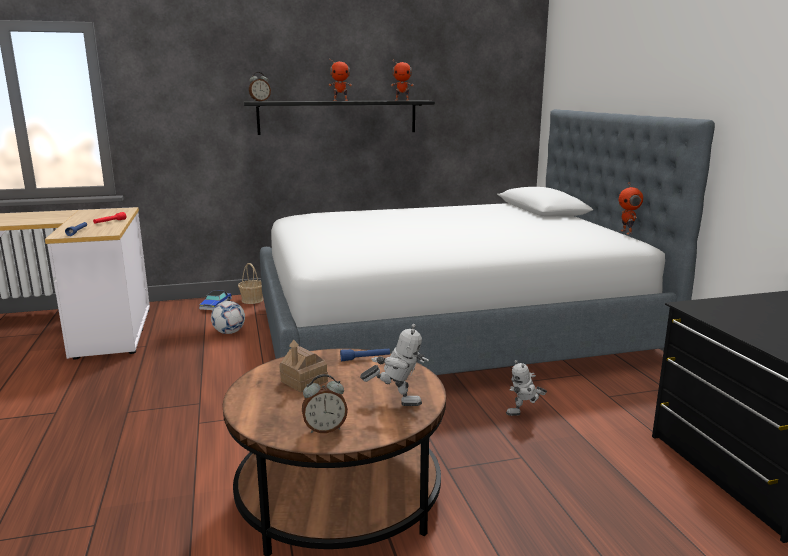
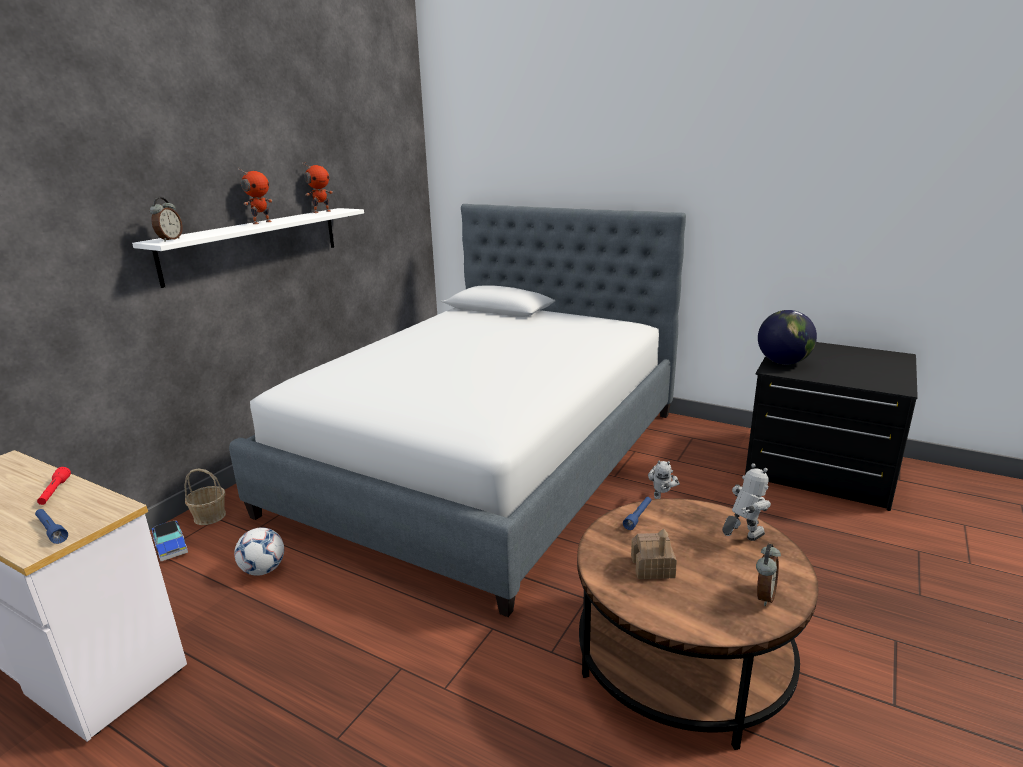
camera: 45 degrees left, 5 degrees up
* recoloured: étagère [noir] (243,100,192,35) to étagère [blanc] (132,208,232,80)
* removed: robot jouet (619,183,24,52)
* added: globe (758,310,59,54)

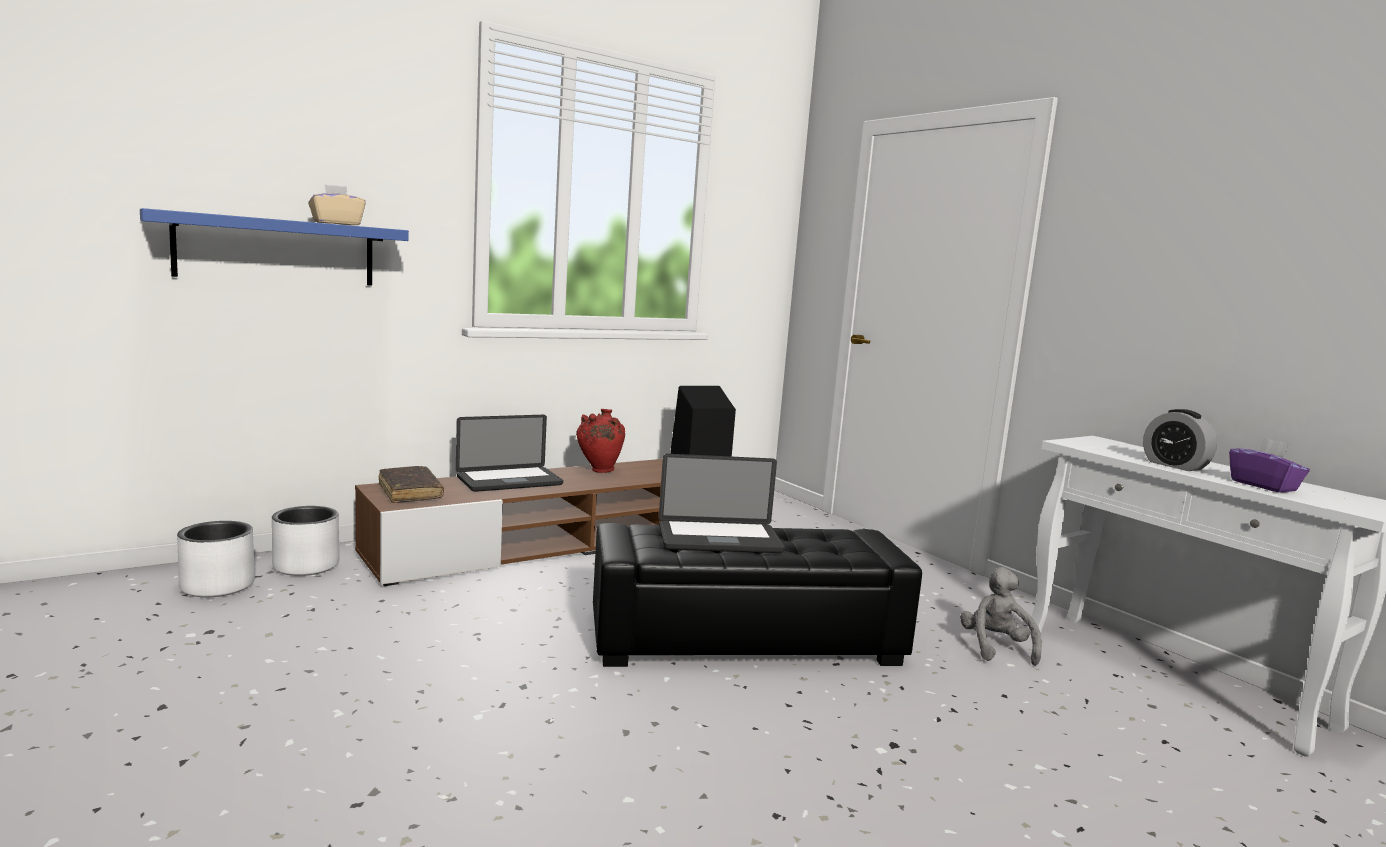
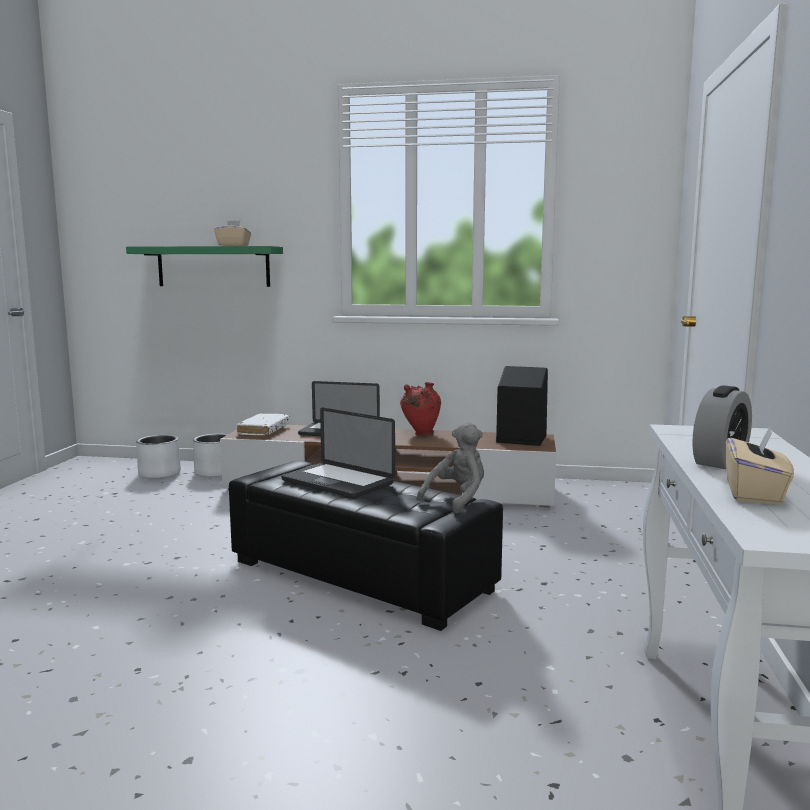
camera: 45 degrees right, 0 degrees up
* recoloured: étagère [bleu] (140,208,269,77) to étagère [vert] (126,246,157,41)
* turned: réveil (1143,409,74,62) = (692,385,60,84) 150 degrees counterclockwise
* recoloured: boîte à mouchoirs [violet] (1229,438,81,54) to boîte à mouchoirs [beige] (726,427,68,78)
* recoloured: livre [marron] (379,466,65,37) to livre [blanc] (237,413,53,23)
* moved: peluche [gris] (960,567,82,99) to (417,422,67,92)

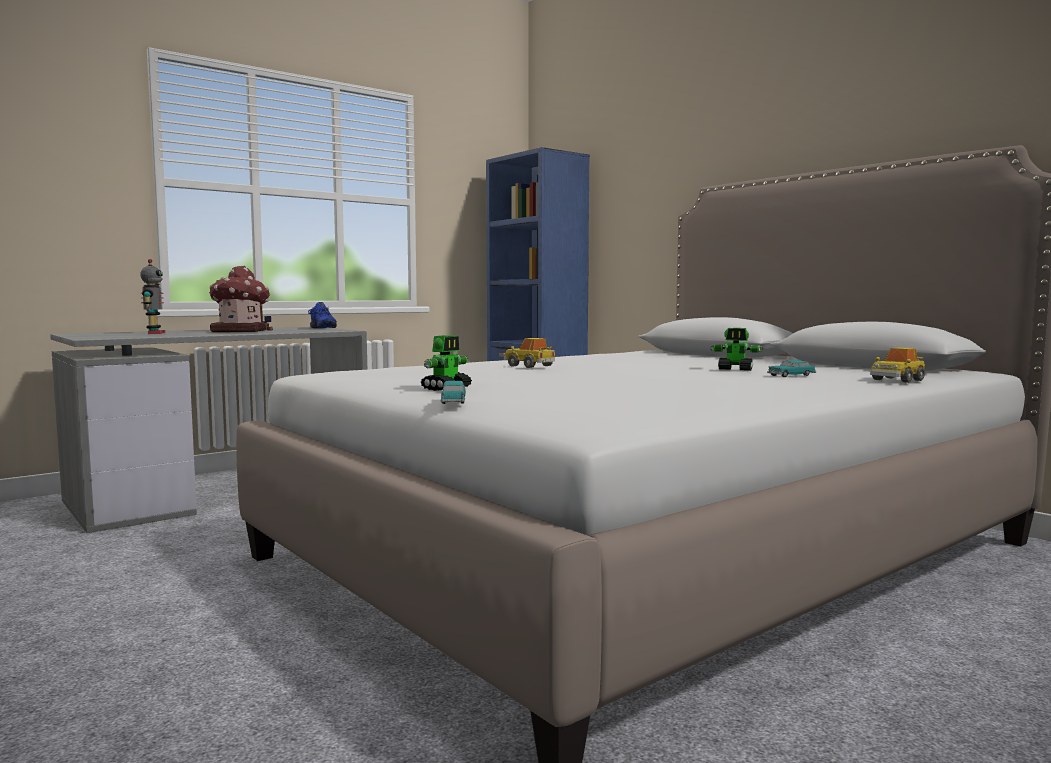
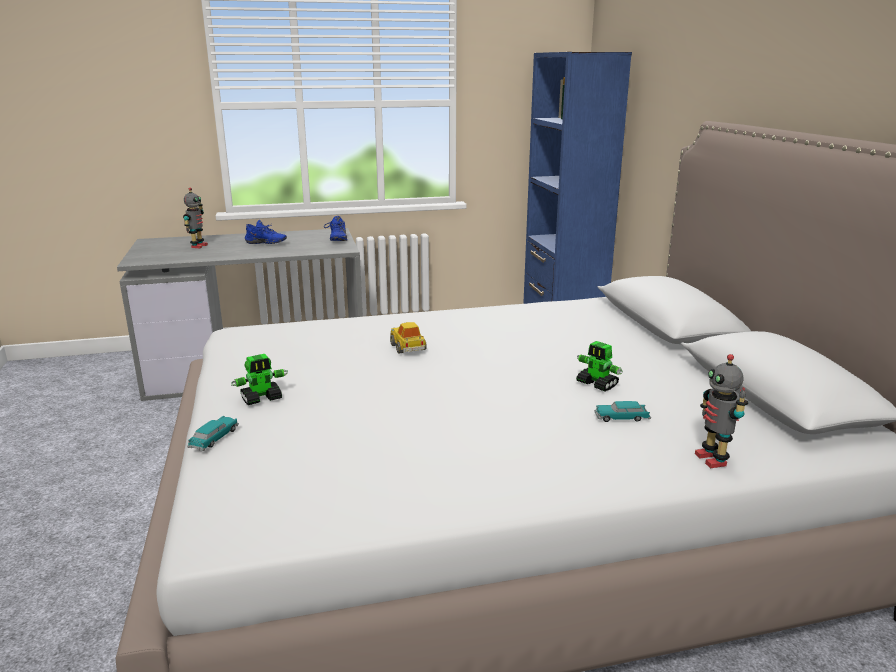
camera: 25 degrees right, 15 degrees up
* replaced: maison miniature (209,265,64,67) to chaussure [bleu] (245,220,42,24)
* replaced: petite voiture (870,347,55,36) to robot jouet (695,354,53,114)

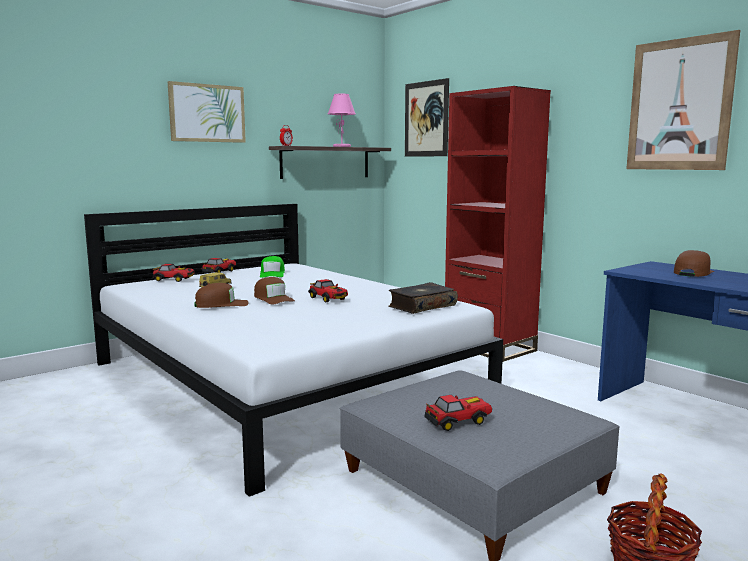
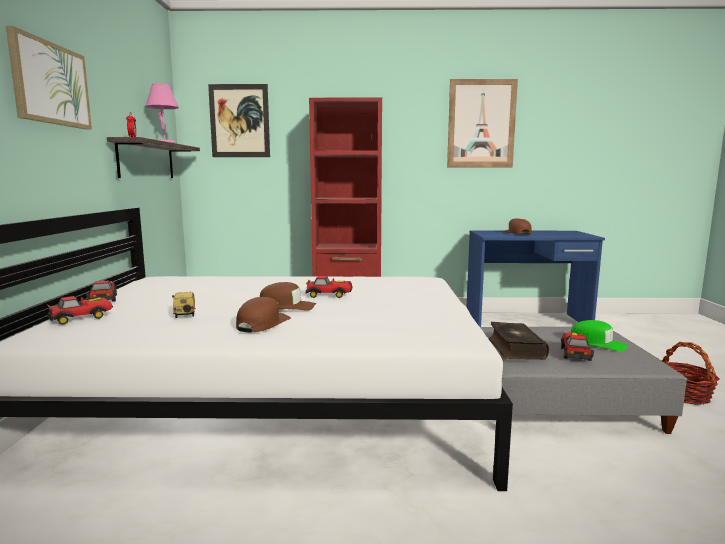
camera: 50 degrees left, 0 degrees up
* moved: casquette [vert] (260,256,25,22) to (571,320,57,32)
* moved: livre (389,282,69,32) to (489,322,60,38)

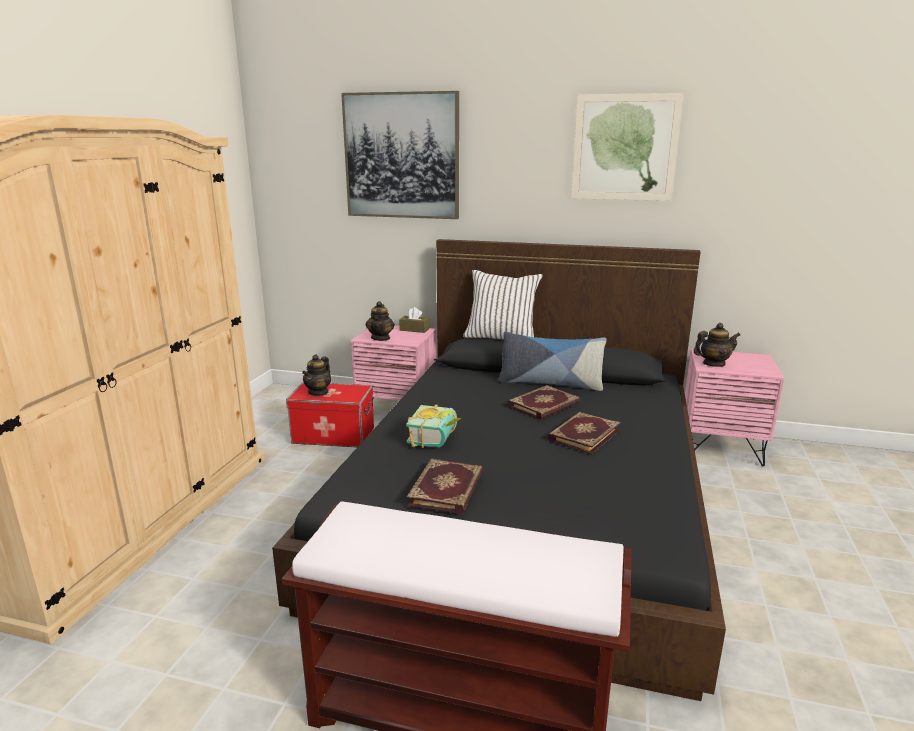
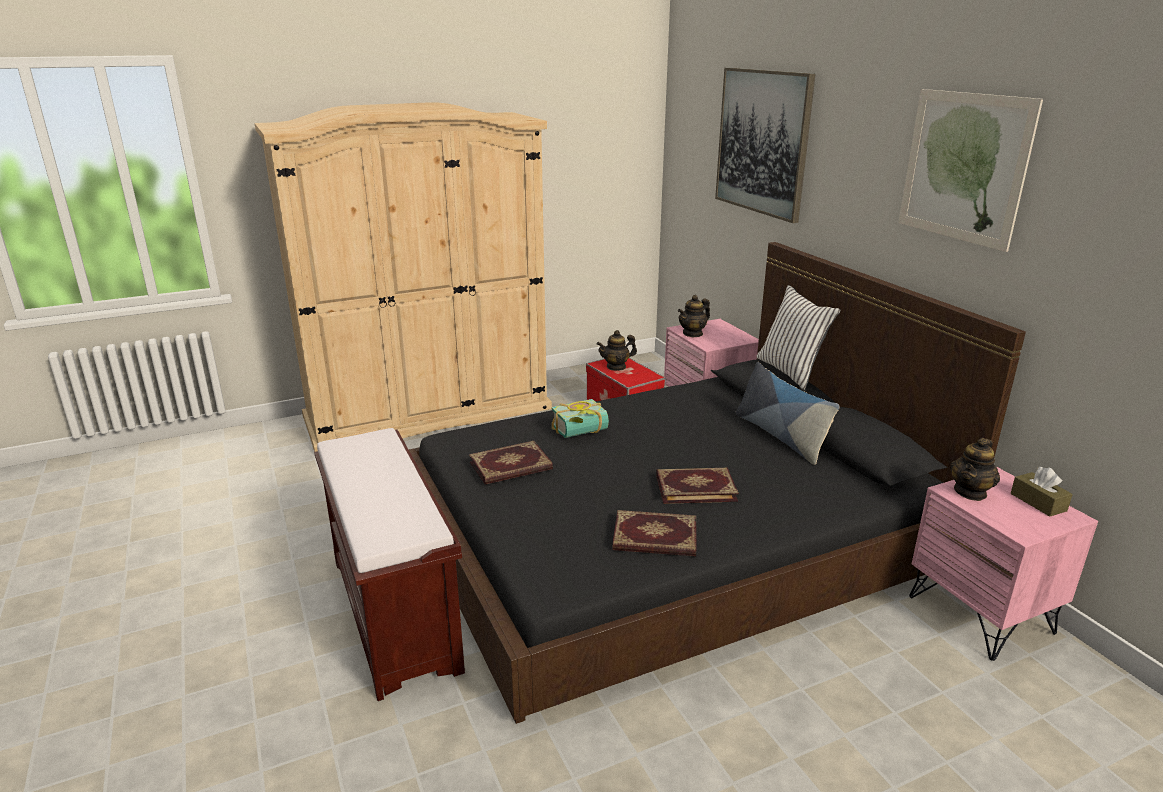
camera: 50 degrees right, 5 degrees up
* moved: boîte à mouchoirs [marron] (399,307,31,26) to (1011,467,62,50)
* turned: théière (694,323,46,44) = (950,438,50,63) 90 degrees clockwise
* moved: livre (508,385,72,35) to (612,510,85,46)

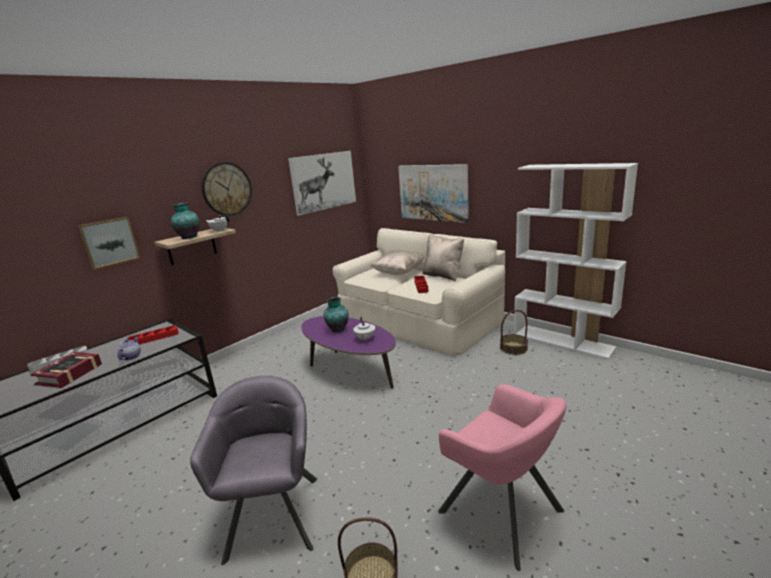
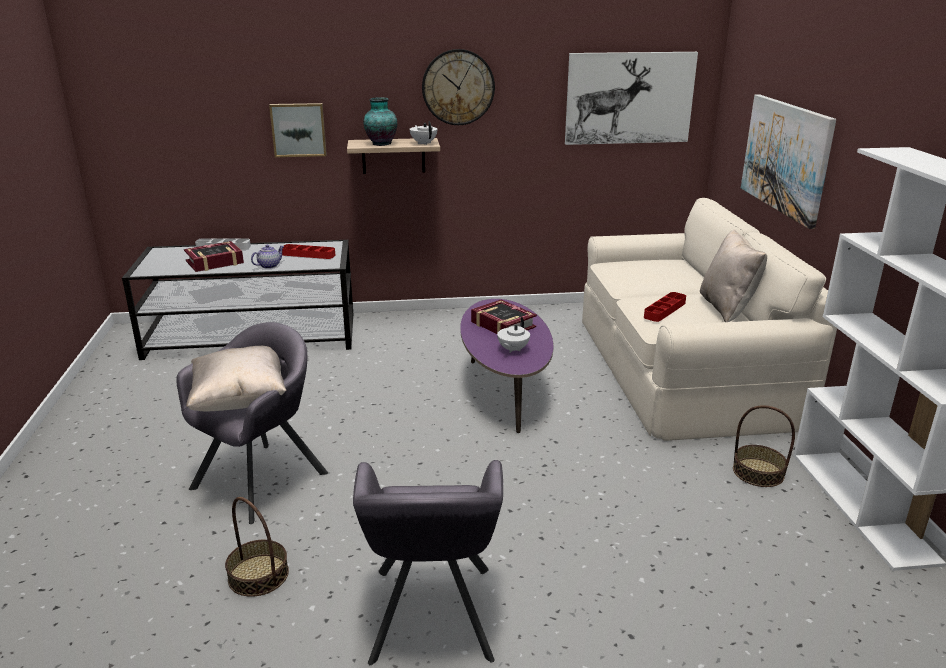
camera: 40 degrees right, 5 degrees up
* moved: coussin [beige] (371,250,54,25) to (186,346,100,65)
* replaced: vase (323,297,26,35) to livre (471,299,66,35)
* recoloured: fauteuil [rose] (438,384,129,187) to fauteuil [gris] (353,460,150,205)

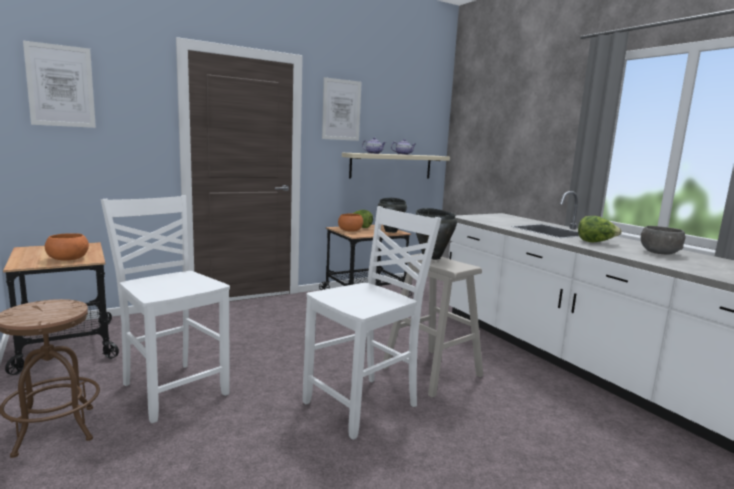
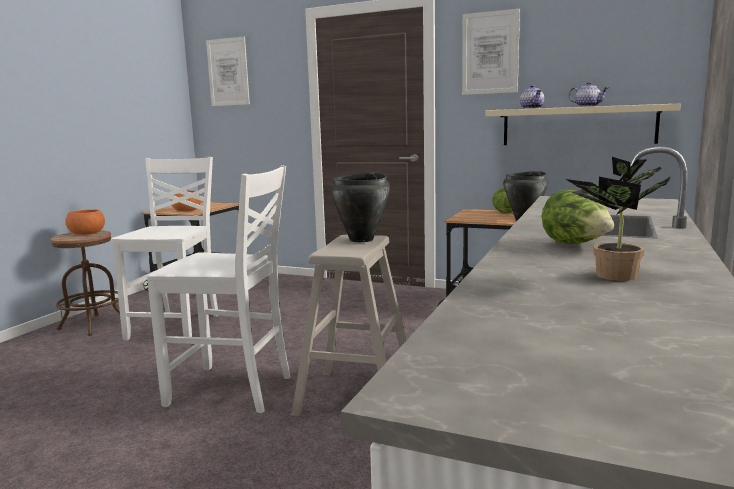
camera: 55 degrees right, 0 degrees up
* moved: bol [orange] (338,214,25,18) to (65,210,40,25)
* replaced: bol [gris] (641,226,45,29) to plante en pot (566,157,105,124)

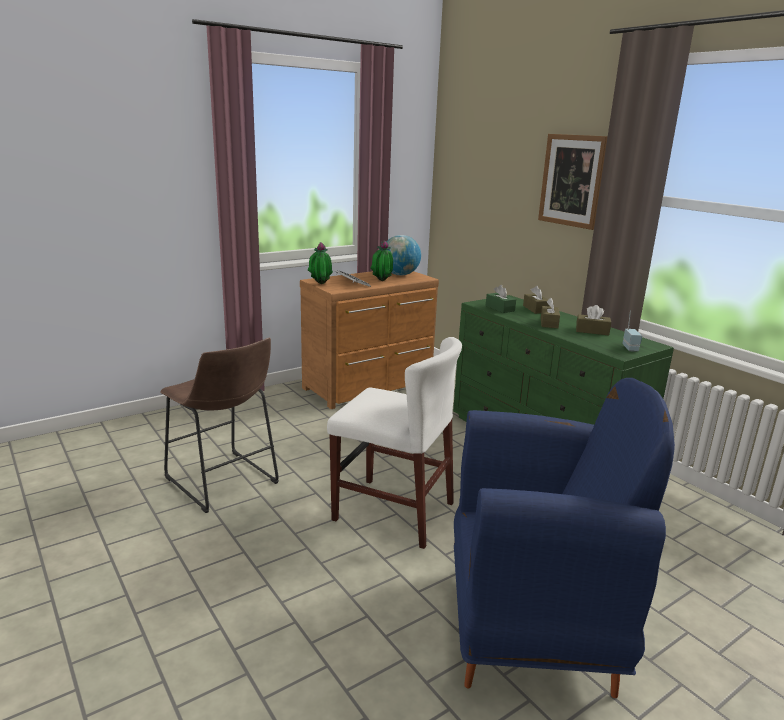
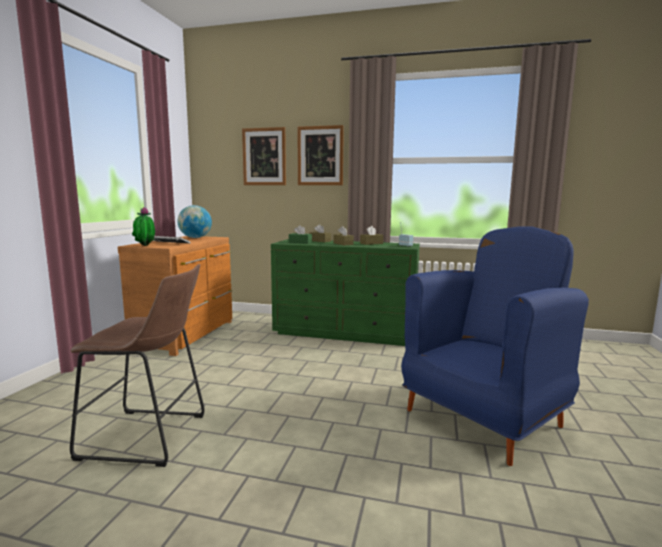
camera: 40 degrees left, 10 degrees down
* removed: plante en pot (370,240,23,41)
* removed: chaise [blanc] (327,337,135,212)
* added: tableau (242,127,44,58)

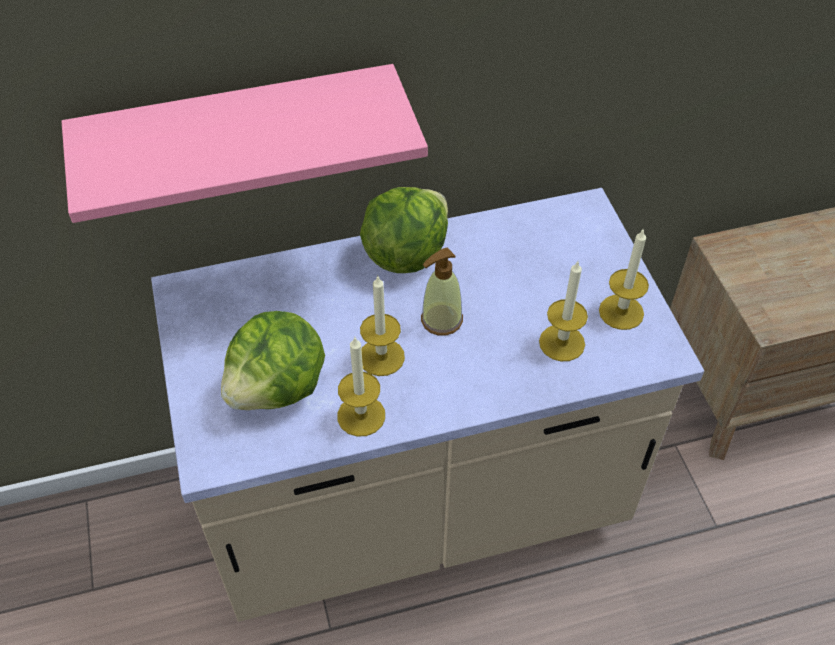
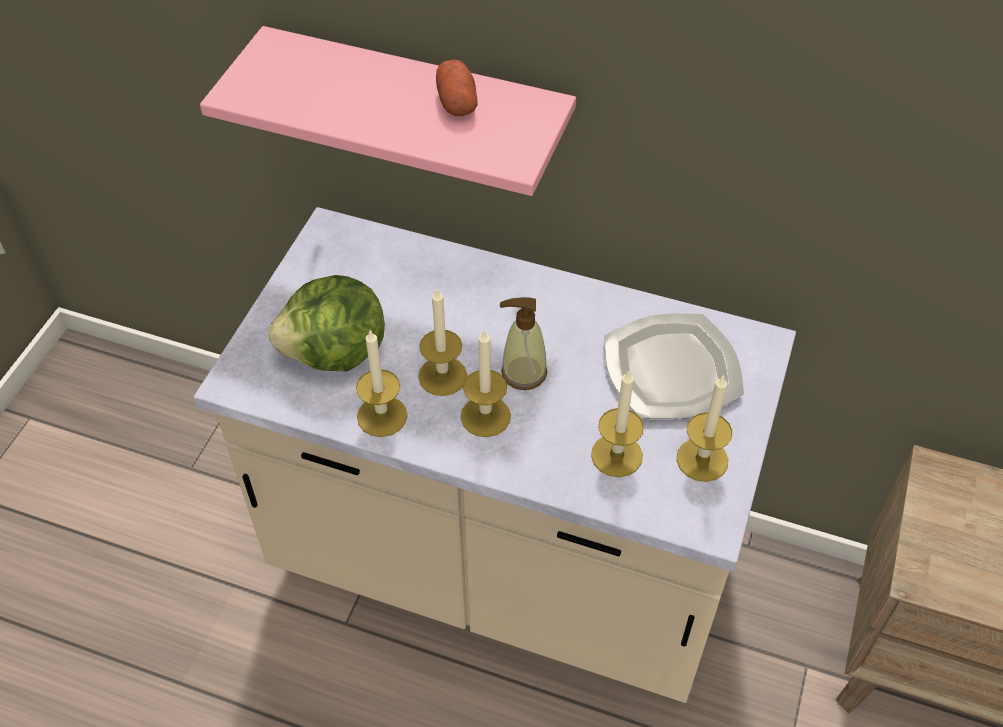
camera: 35 degrees right, 0 degrees up
* removed: laitue (360,187,88,86)
* added: pomme de terre (436,60,41,56)
* added: assiette (605,313,139,106)
* added: bougie (461,330,50,107)

